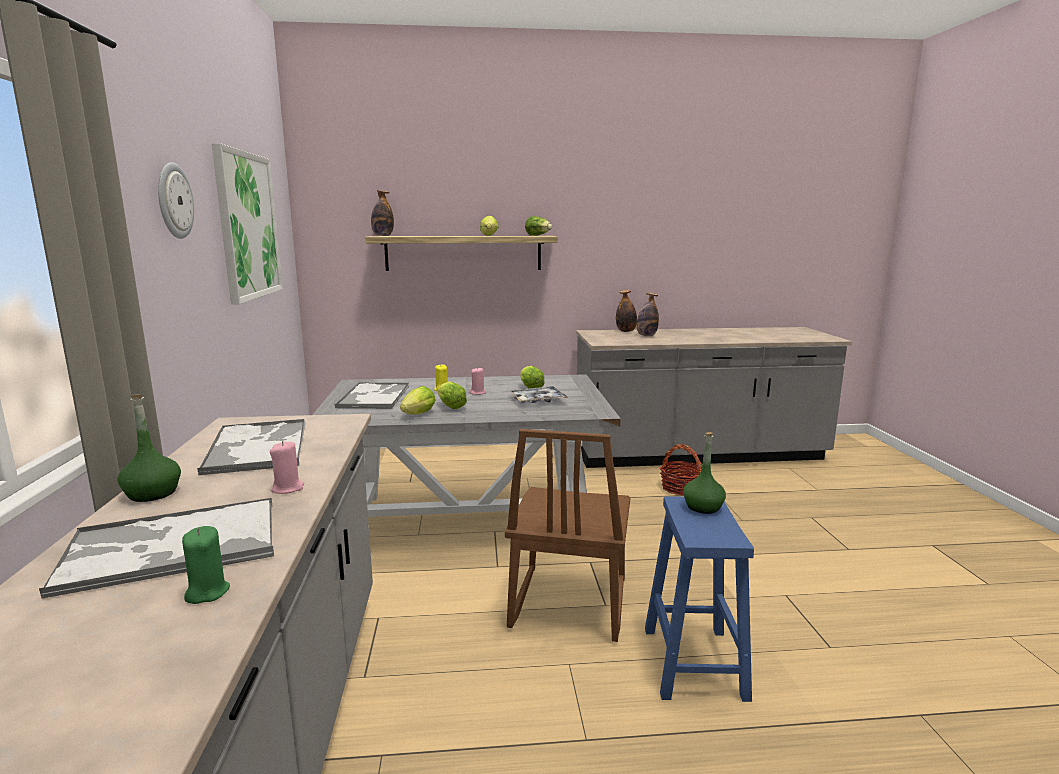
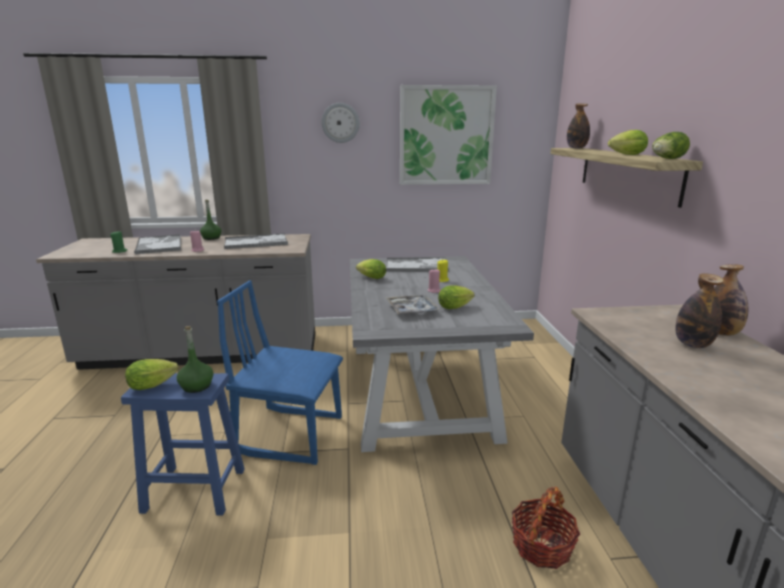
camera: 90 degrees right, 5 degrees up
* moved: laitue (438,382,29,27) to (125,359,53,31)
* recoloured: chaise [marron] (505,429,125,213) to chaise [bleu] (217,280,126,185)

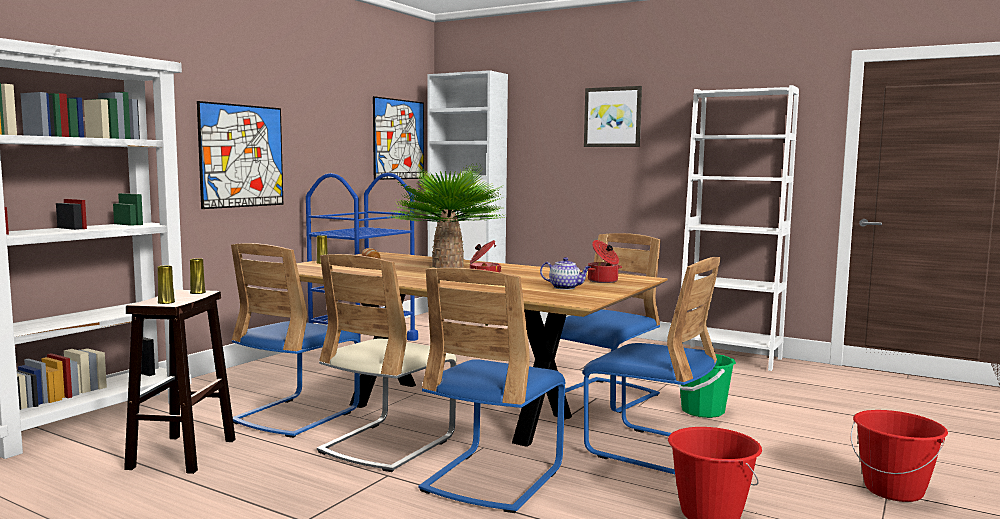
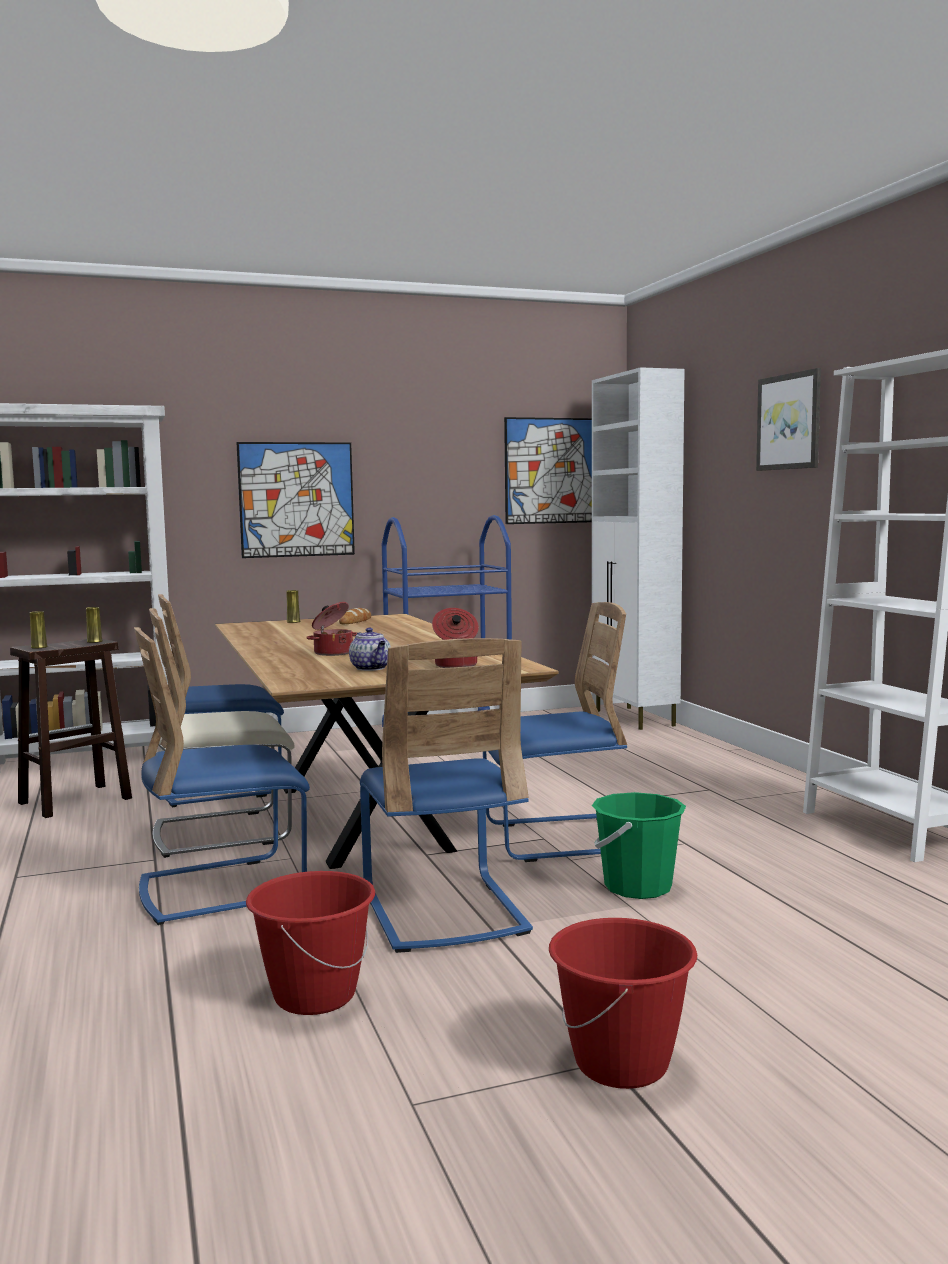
camera: 40 degrees right, 0 degrees up
* removed: plante en pot (386,163,121,105)

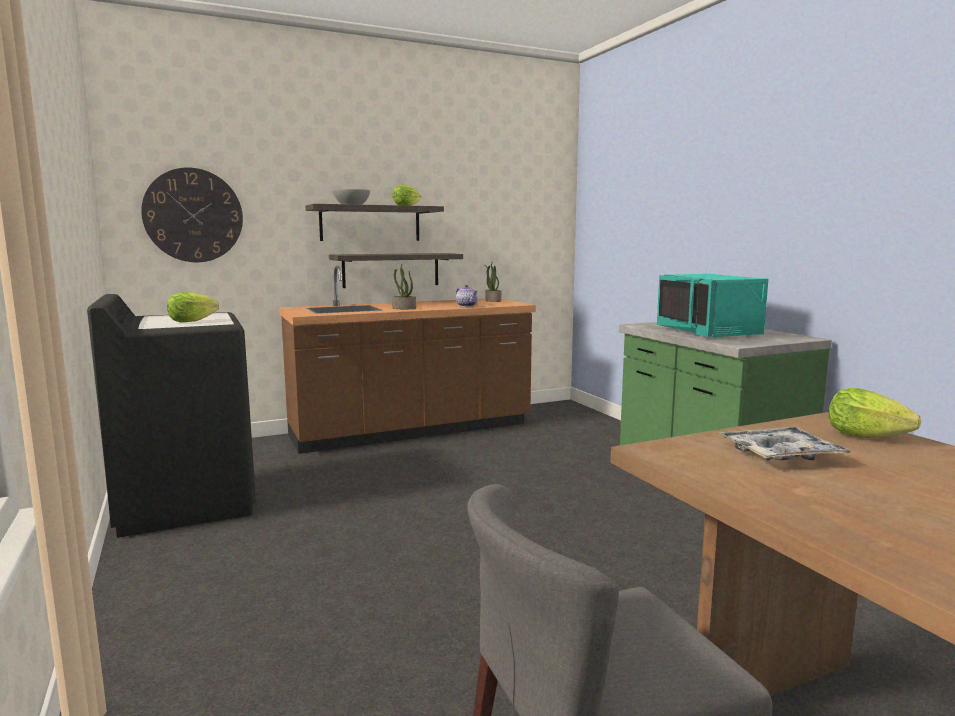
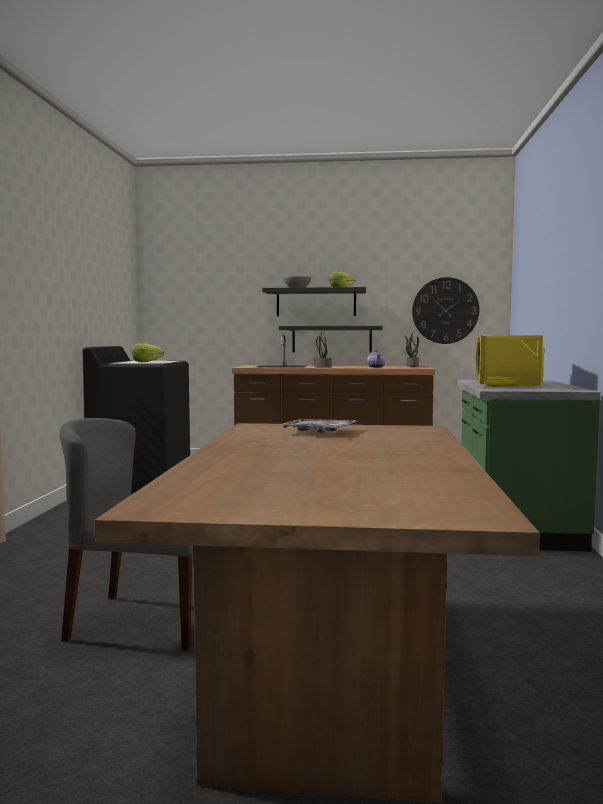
camera: 30 degrees right, 5 degrees down
* moved: horloge murale (141,167,102,95) to (412,277,68,67)
* recoloured: micro-ondes [turquoise] (657,274,111,64) to micro-ondes [jaune] (476,335,68,52)
* removed: laitue (828,388,93,50)

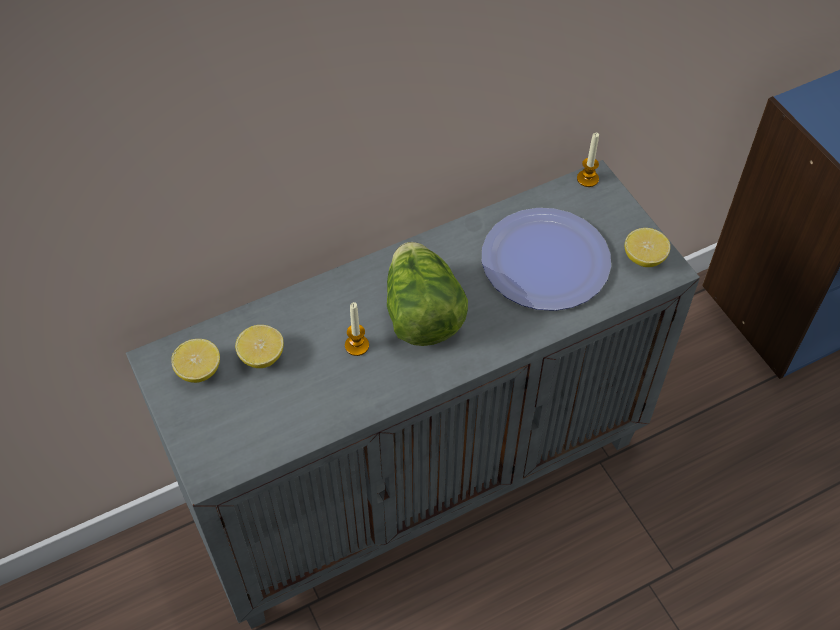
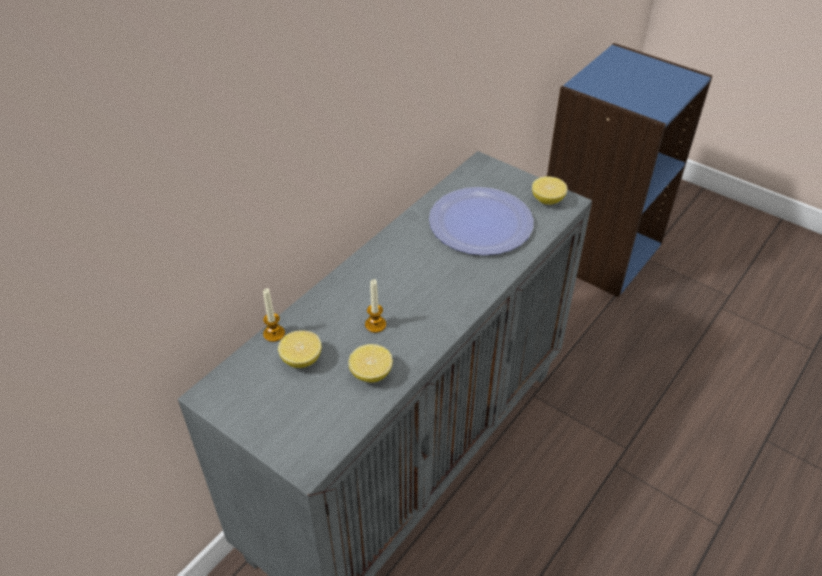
camera: 25 degrees left, 10 degrees down
* moved: bougie (577,133,22,54) to (263,288,22,54)
* removed: laitue (387,242,81,104)
* moved: citron (171,339,49,44) to (348,344,45,39)

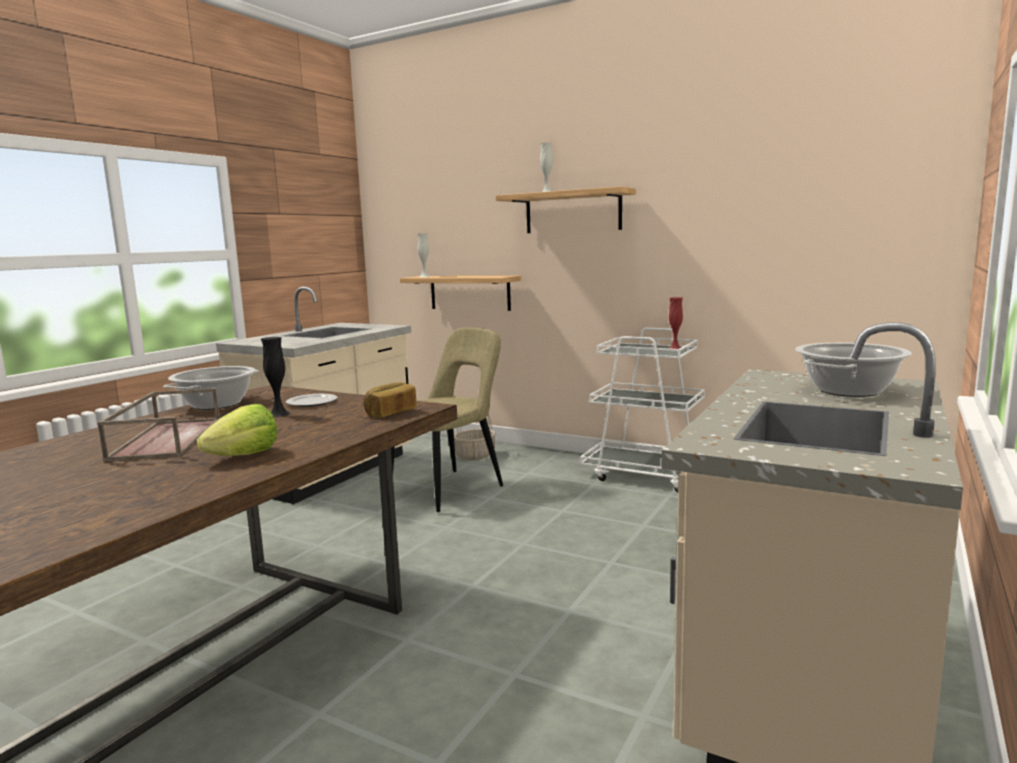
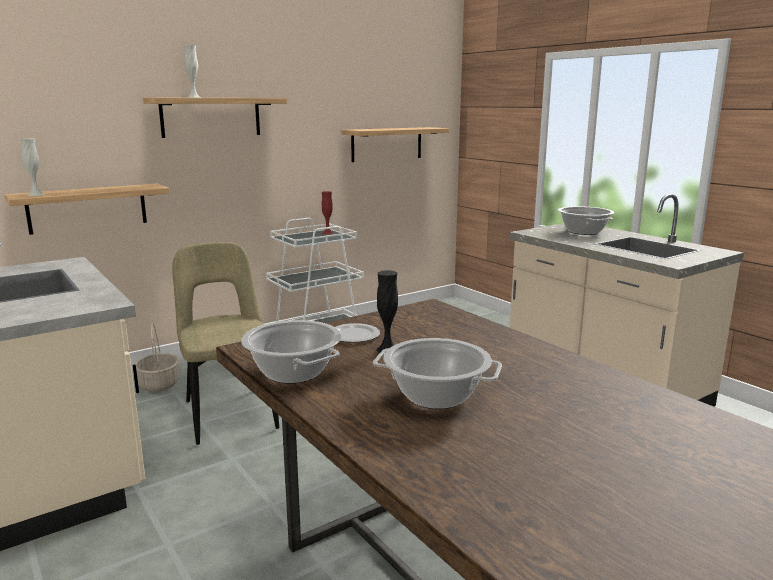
camera: 65 degrees left, 5 degrees up
* removed: pain (364,383,53,35)
* replaced: plateau [marron] (97,388,123,74) to marmite (373,338,129,71)
* removed: laitue (197,404,80,52)
* added: étagère (341,127,109,35)

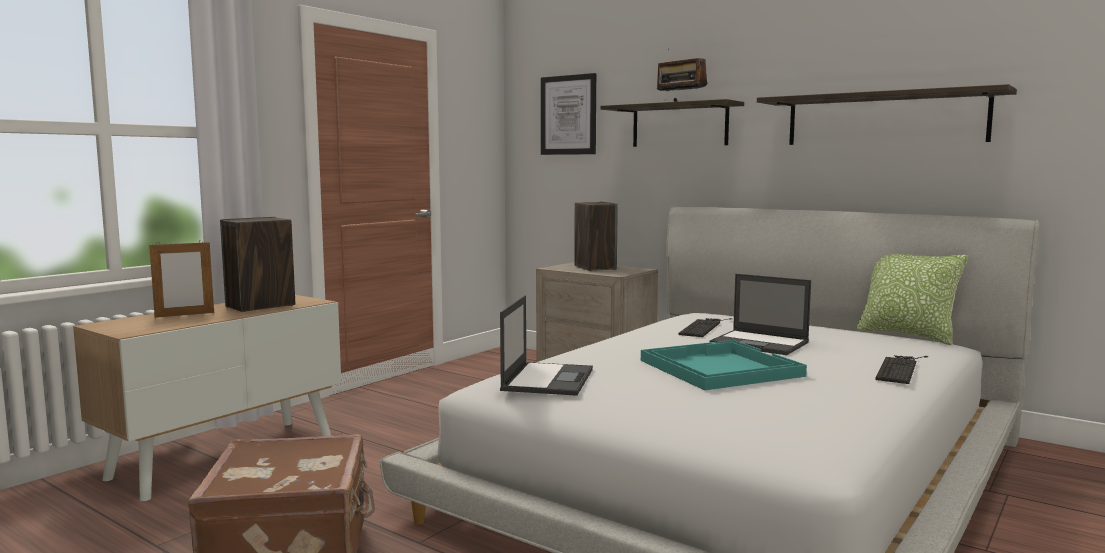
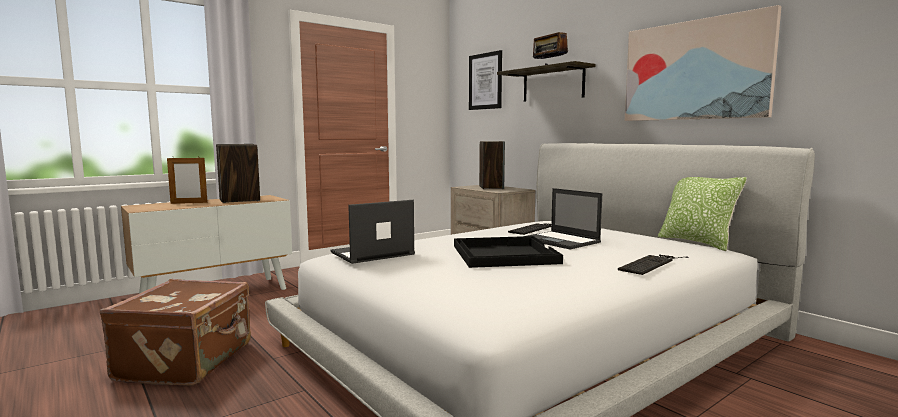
camera: 15 degrees right, 0 degrees up
* replaced: étagère (757,84,260,61) to tableau (625,5,156,116)
* turned: ordinateur portable (500,295,93,101) = (331,200,84,64) 150 degrees counterclockwise
* recoloured: plateau [turquoise] (641,340,166,50) to plateau [noir] (454,236,109,32)

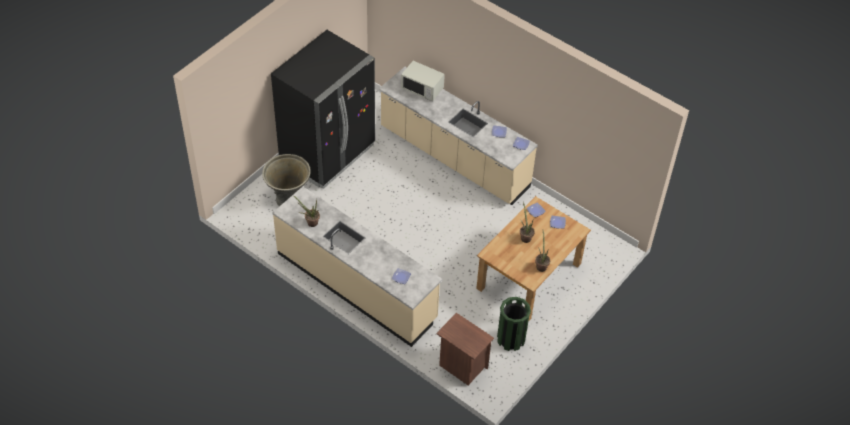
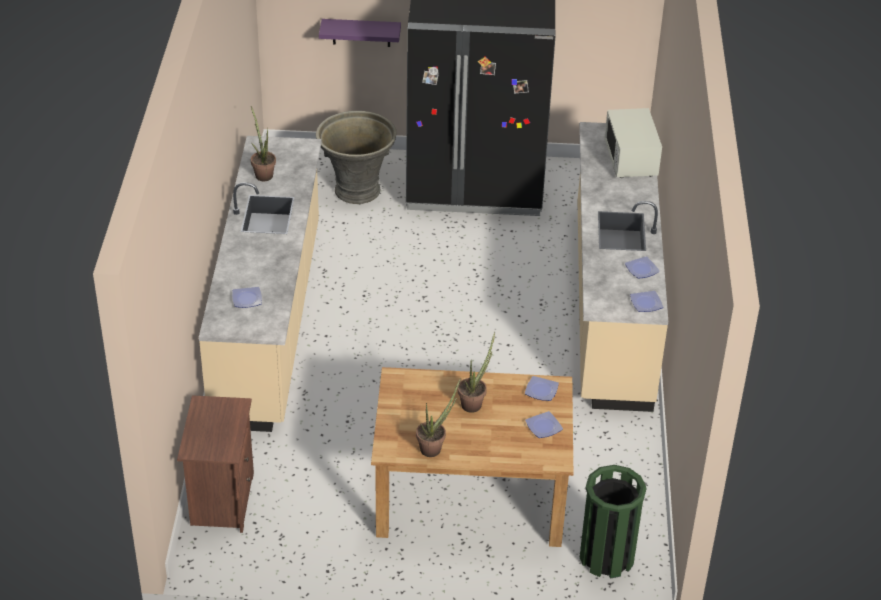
camera: 55 degrees right, 10 degrees down
* moved: poubelle [vert] (497,297,34,54) to (580,465,67,114)
* added: étagère [violet] (319,19,82,28)

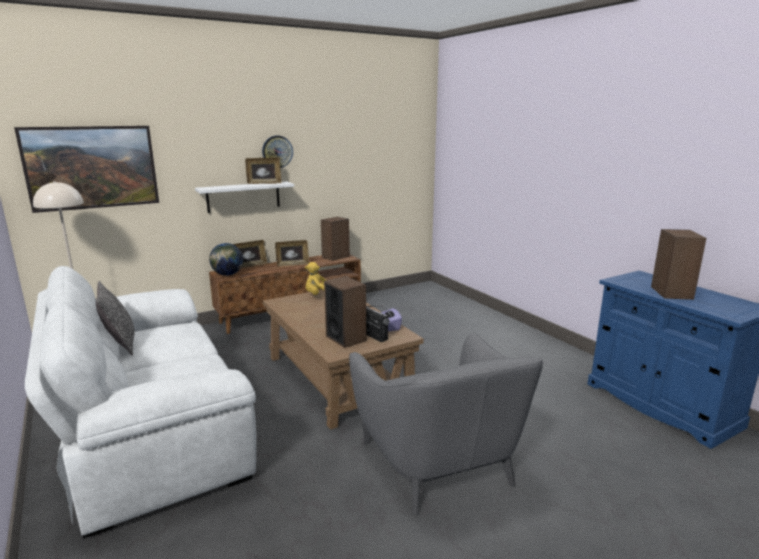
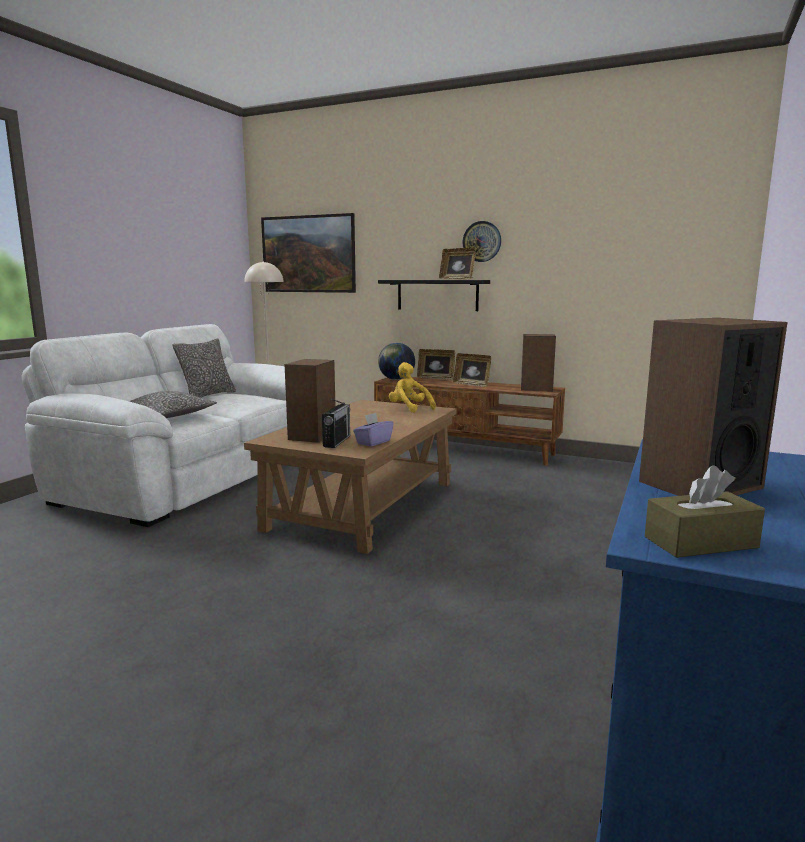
camera: 55 degrees right, 5 degrees down
* recoloured: étagère [blanc] (195,181,99,32) to étagère [noir] (378,280,112,31)
* removed: fauteuil [gris] (349,333,194,182)
* added: coussin (129,391,88,27)
* added: boîte à mouchoirs [marron] (645,465,120,93)

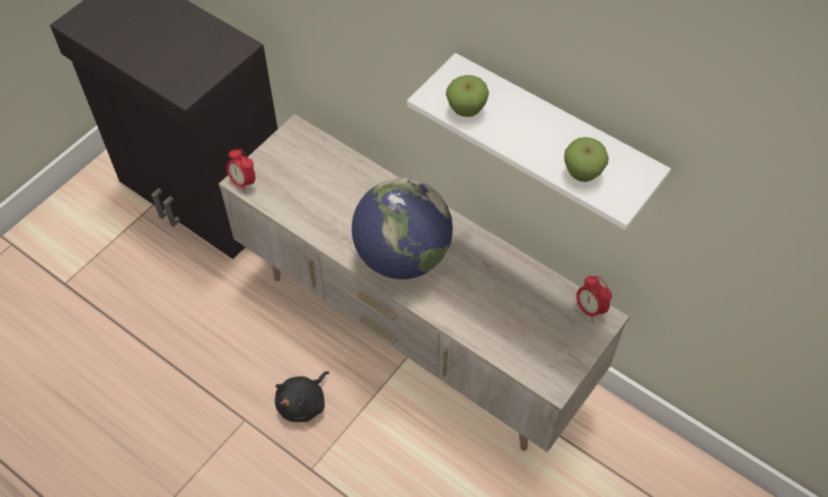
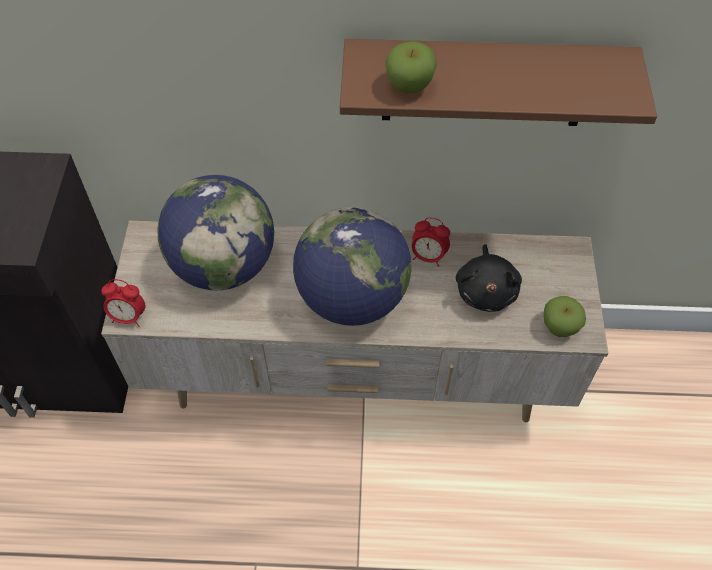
camera: 35 degrees left, 0 degrees up
* recoloured: étagère [blanc] (407,53,264,177) to étagère [marron] (340,39,317,87)
* moved: pomme (564,137,45,45) to (544,296,42,41)
* moved: réveil (576,276,36,46) to (412,217,38,50)
* moved: peluche [noir] (275,371,54,51) to (456,244,66,68)
* added: globe (158,175,116,116)

